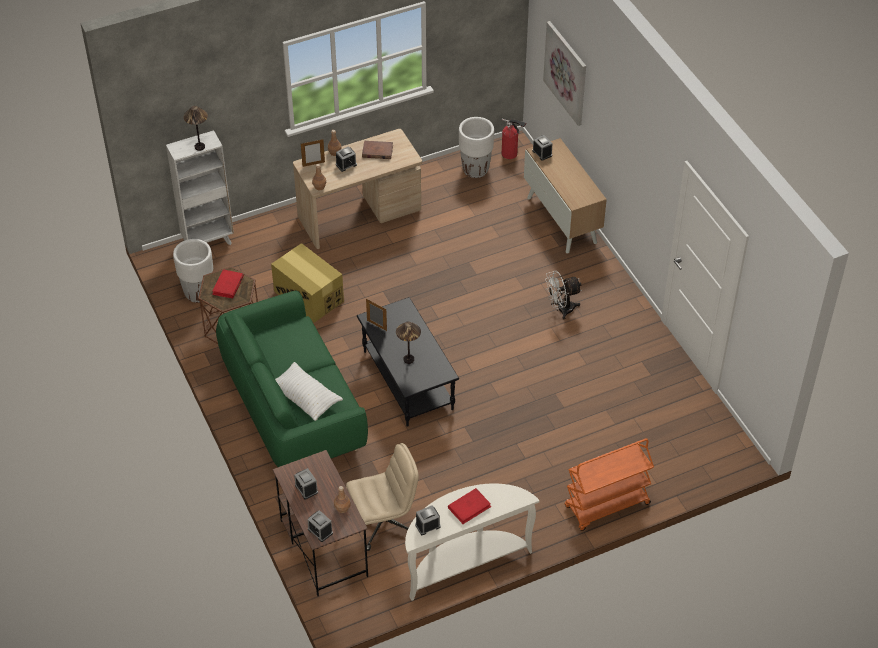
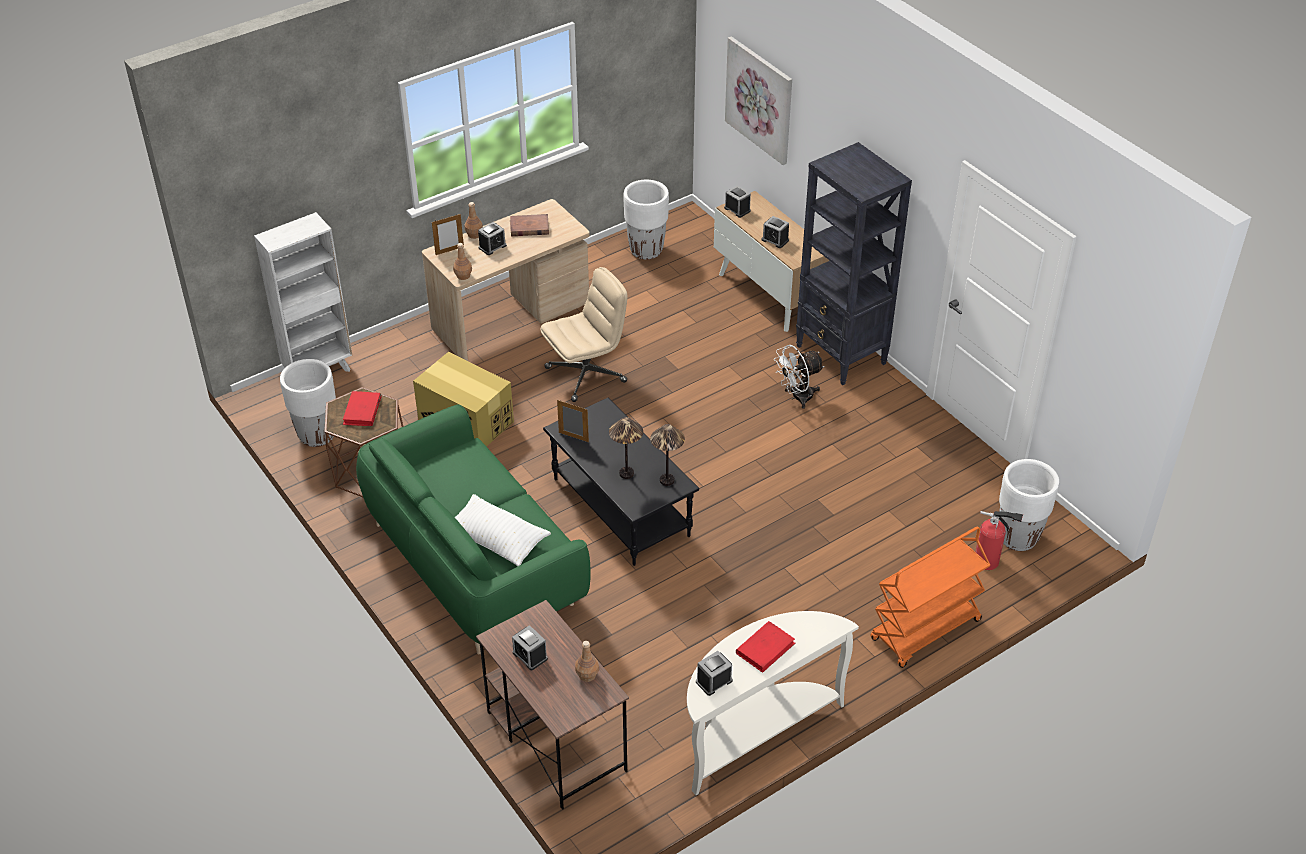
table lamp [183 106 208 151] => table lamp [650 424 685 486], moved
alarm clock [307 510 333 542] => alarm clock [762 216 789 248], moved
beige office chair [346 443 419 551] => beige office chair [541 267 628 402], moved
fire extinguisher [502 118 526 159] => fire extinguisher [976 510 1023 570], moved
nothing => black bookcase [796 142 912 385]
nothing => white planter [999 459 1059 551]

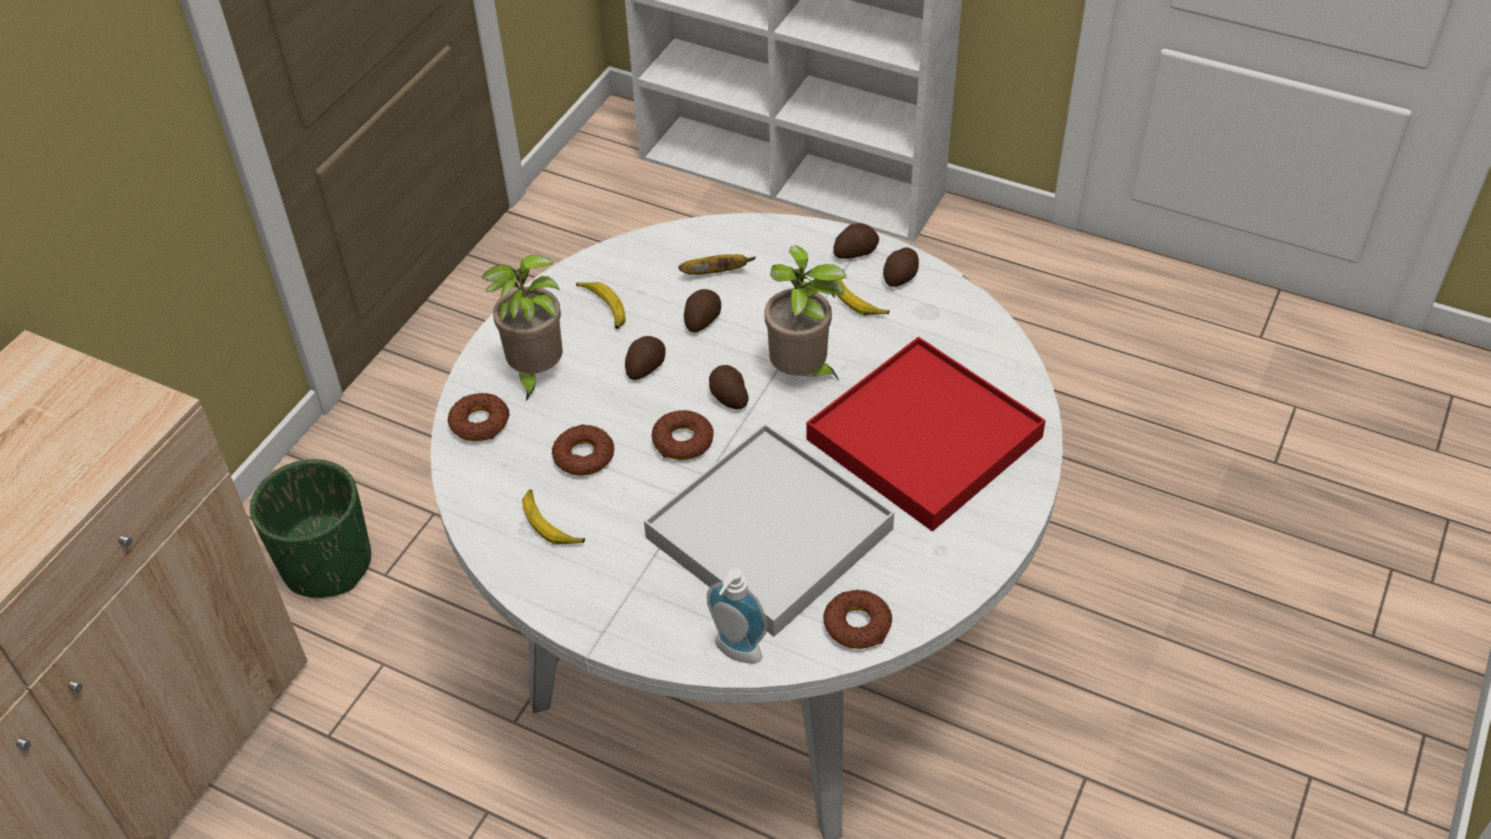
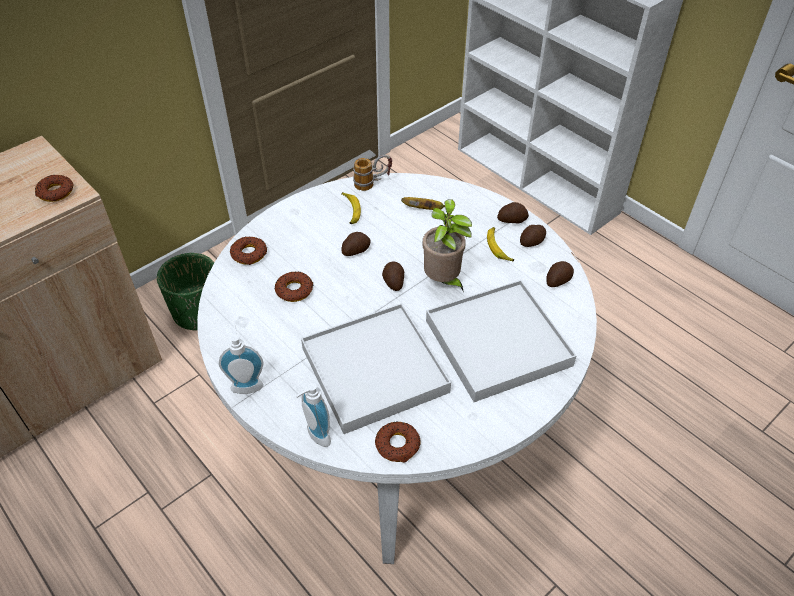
potted plant [481 255 563 401] => nothing
banana [522 490 585 545] => nothing
donut [651 410 714 460] => donut [35 175 74 202], moved
potato [684 289 721 333] => potato [546 261 574 287], moved
red tray [806 337 1046 532] => white tray [426 280 577 402]
nothing => soap dispenser [219 325 264 394]
nothing => mug [353 155 392 191]

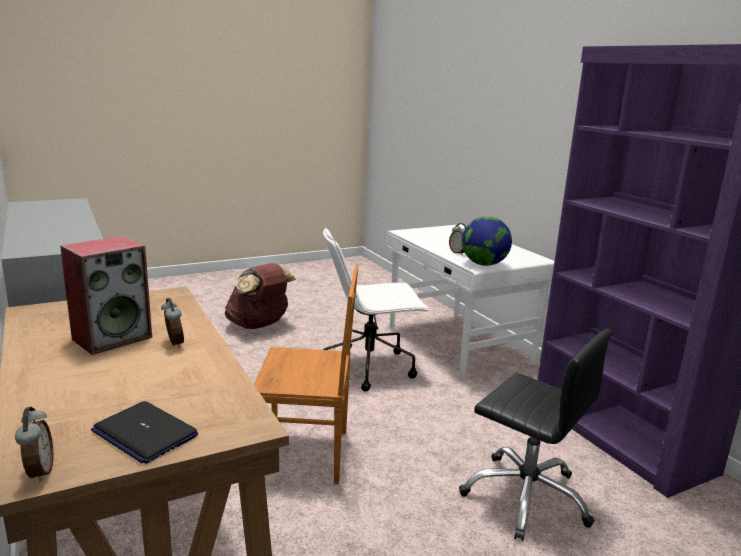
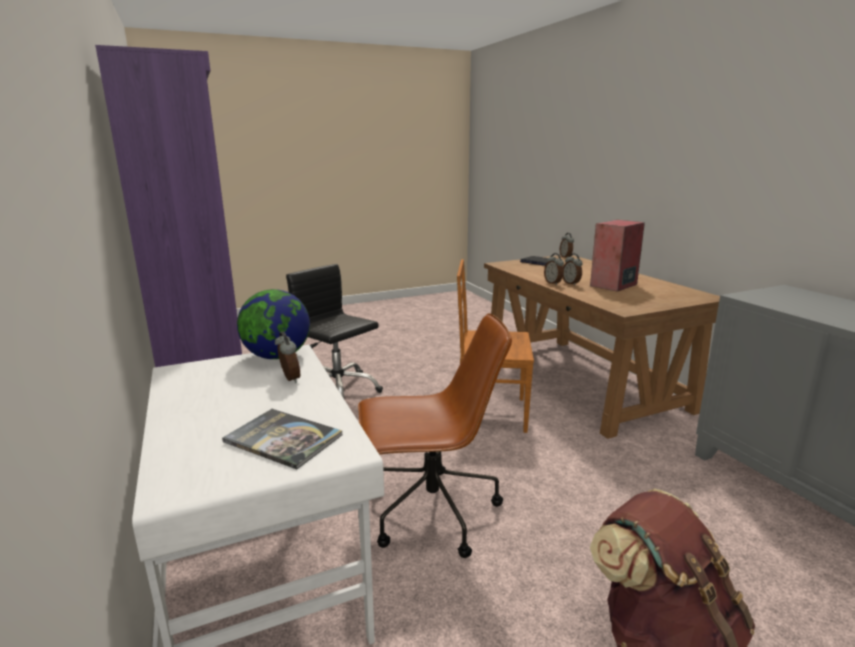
white office chair [323 228 430 391] => brown office chair [358 313 512 558]
nothing => book [222 409 342 469]
nothing => alarm clock [544 253 564 285]

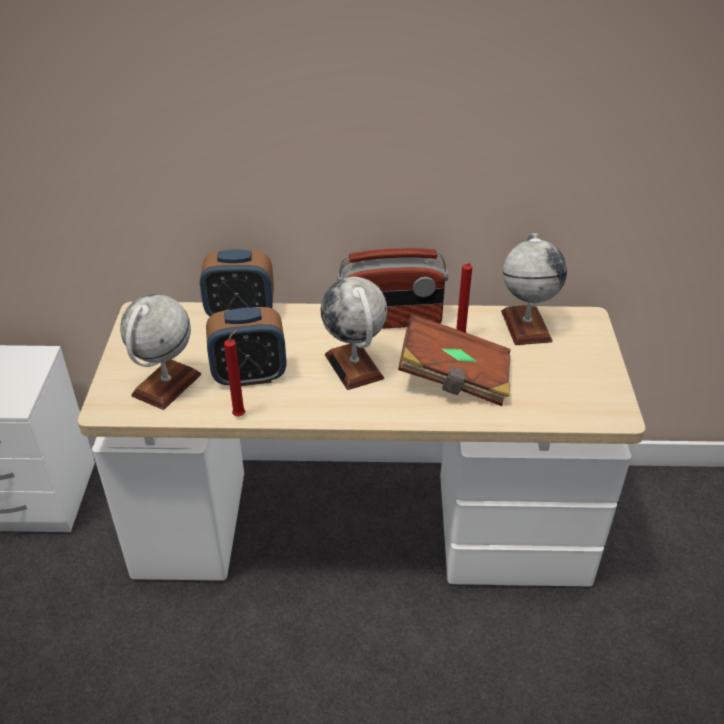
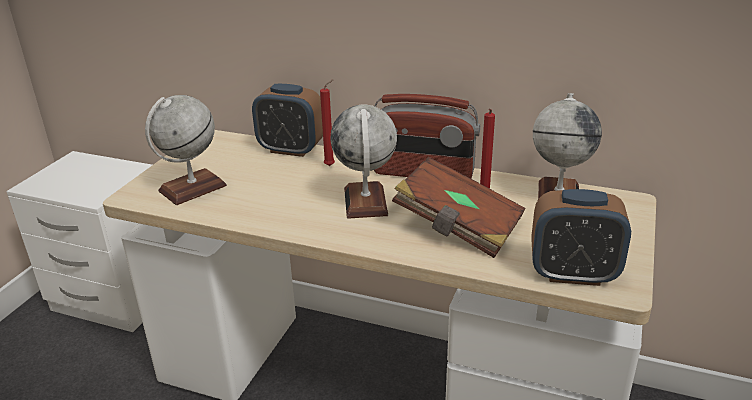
alarm clock [206 307 287 386] => alarm clock [532 189 631 286], moved
red candle [224 329 245 416] => red candle [320 79 335 166], moved

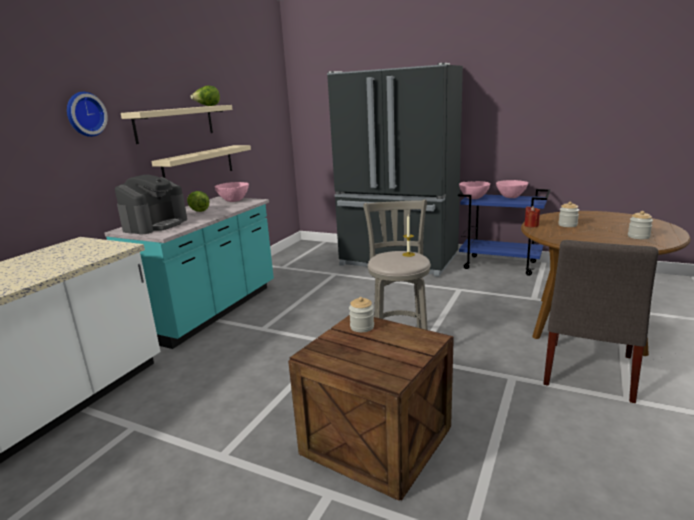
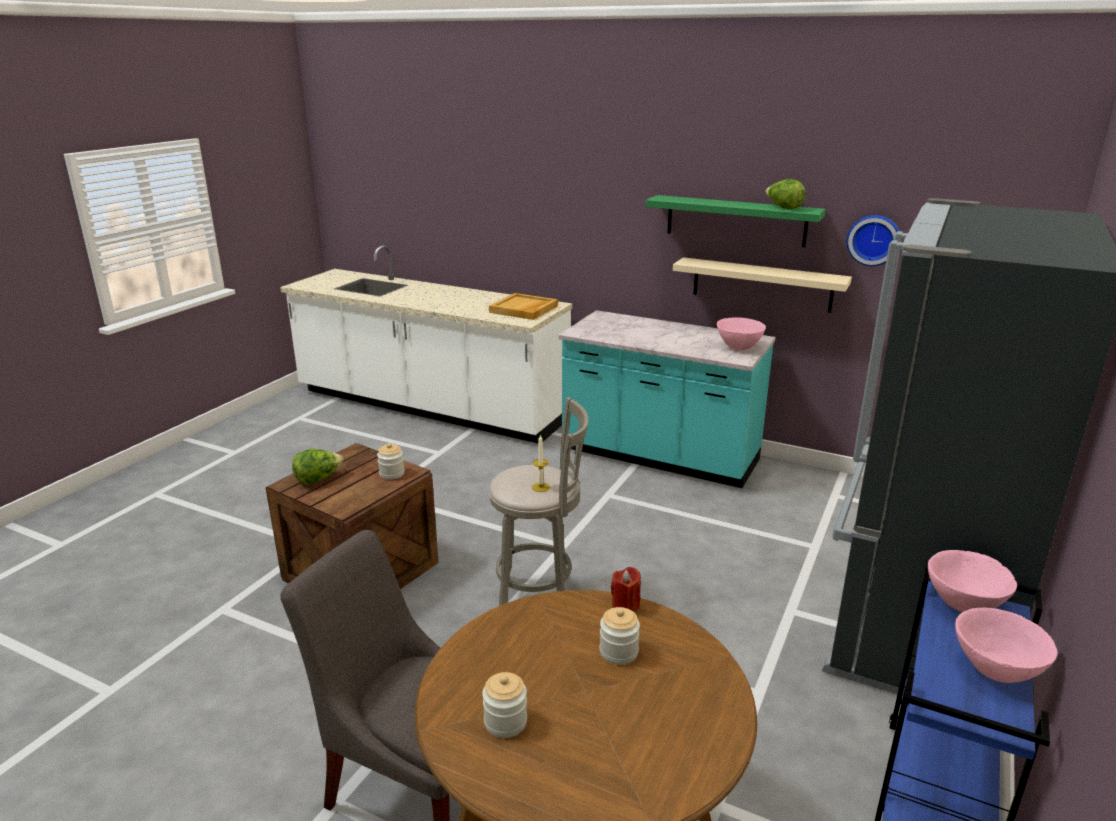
wall clock [67 92 108 137] => wall clock [847 215 899 266], moved
coffee machine [115 175 187 234] => nothing
beige shelf [121 105 233 144] => green shelf [645 195 826 247]
lettuce [187 191 209 212] => lettuce [292 449 343 484], moved
nothing => beige tray [489 293 558 320]

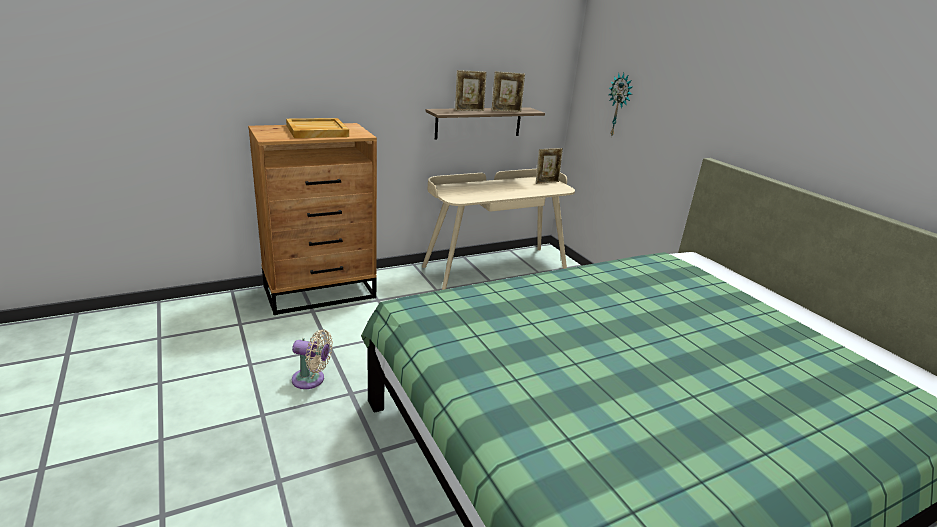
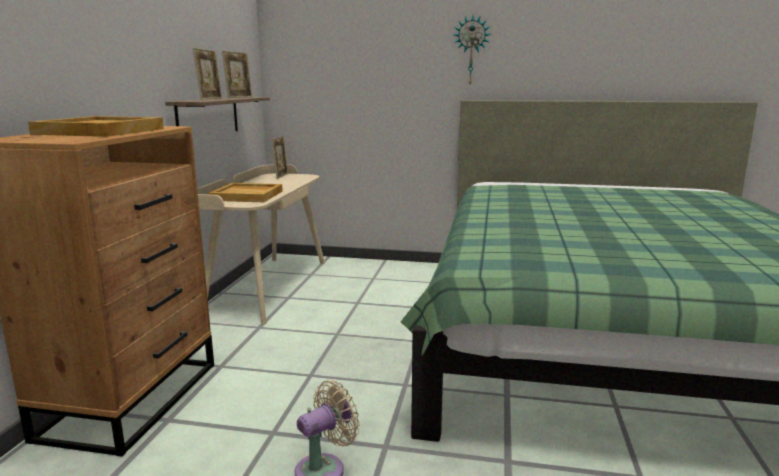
wall clock [609 73 632 137] => wall clock [454 15 491 84], moved
nothing => beige tray [208 183 283 202]

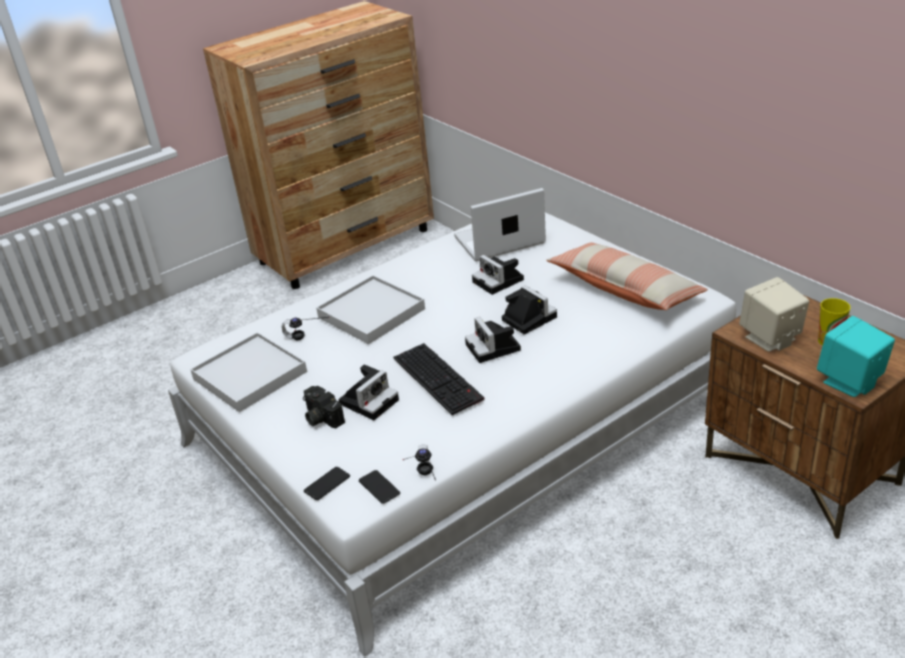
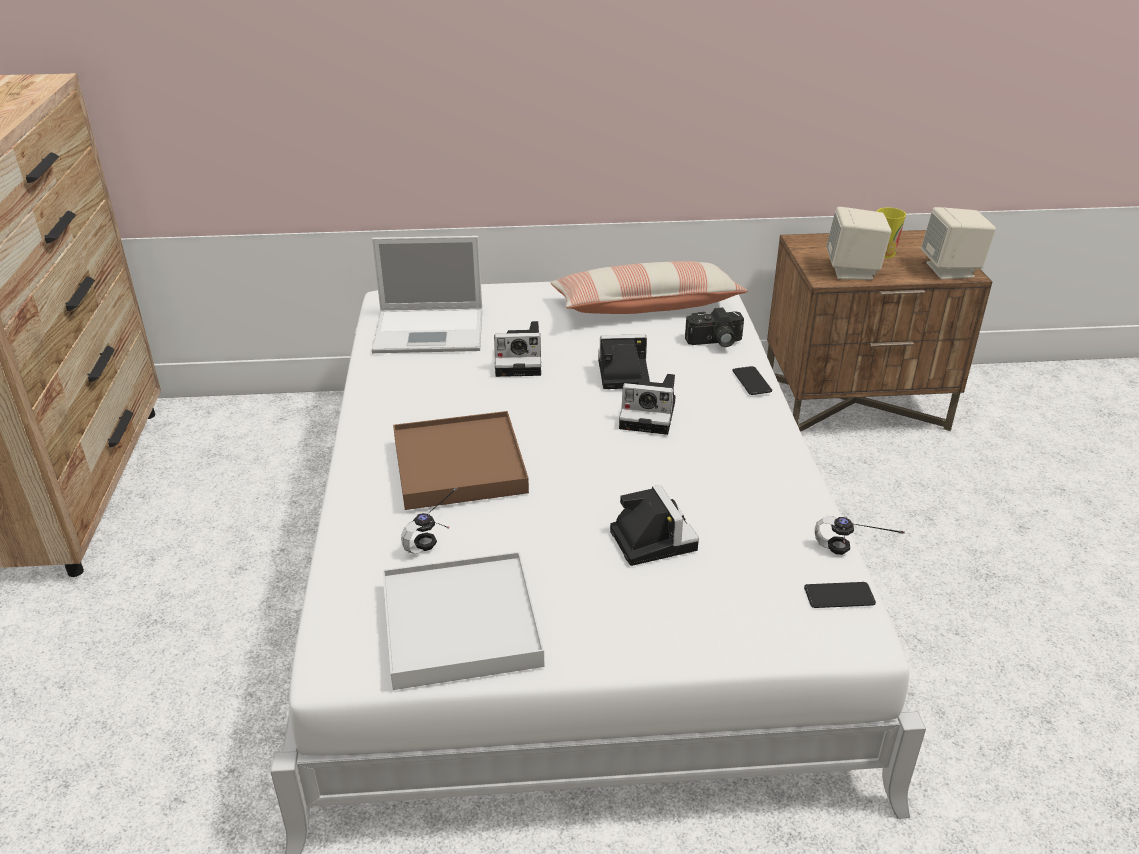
photo camera [303 386 345 428] => photo camera [685 307 744 347], moved
phone [304 467 350 500] => phone [732 366 772 395], moved
white tray [316 275 425 344] => brown tray [393 411 529 510]
keyboard [393 343 484 415] => nothing
laptop [454 188 546 262] => laptop [372 236 482 353], 105 degrees counterclockwise
turquoise speaker [817 316 895 397] => beige speaker [921 207 996 280]

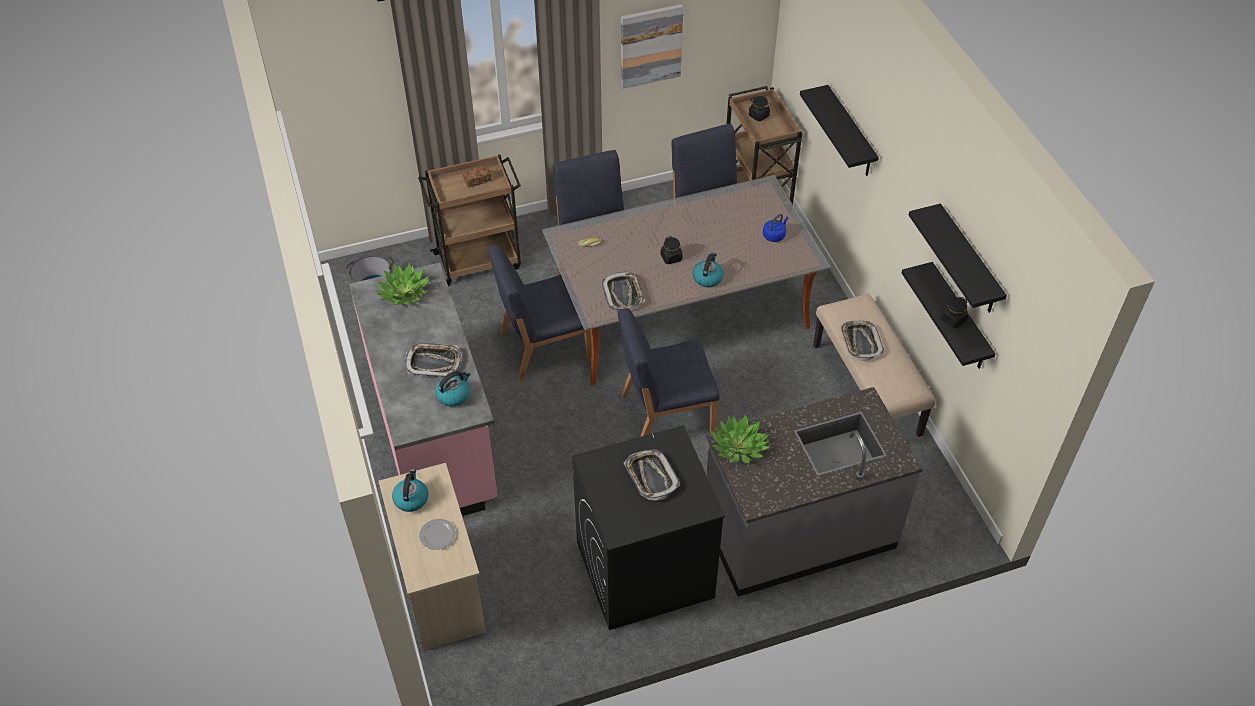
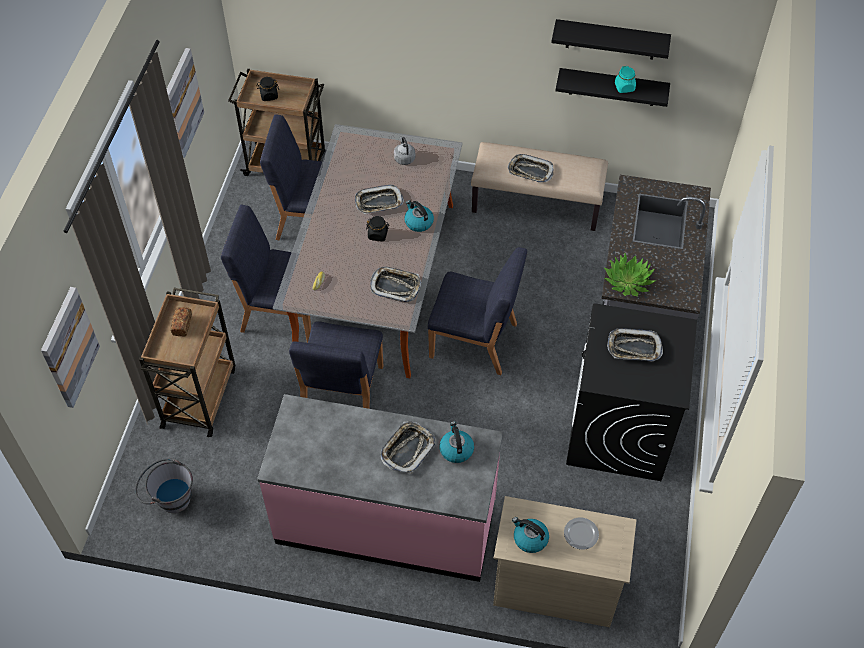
potted plant [376 263 429 305] => nothing
blue chair [618 308 720 437] => blue chair [428 247 527 375], 90 degrees counterclockwise
blue kettle [763 214 789 242] => grey kettle [394 137 415 165]
black shelf [800 85 879 176] => nothing
black jar [941 297 968 328] => turquoise jar [615 66 636 93]
nothing => picture [41 287 100 408]
nothing => tray [355 185 404 214]

